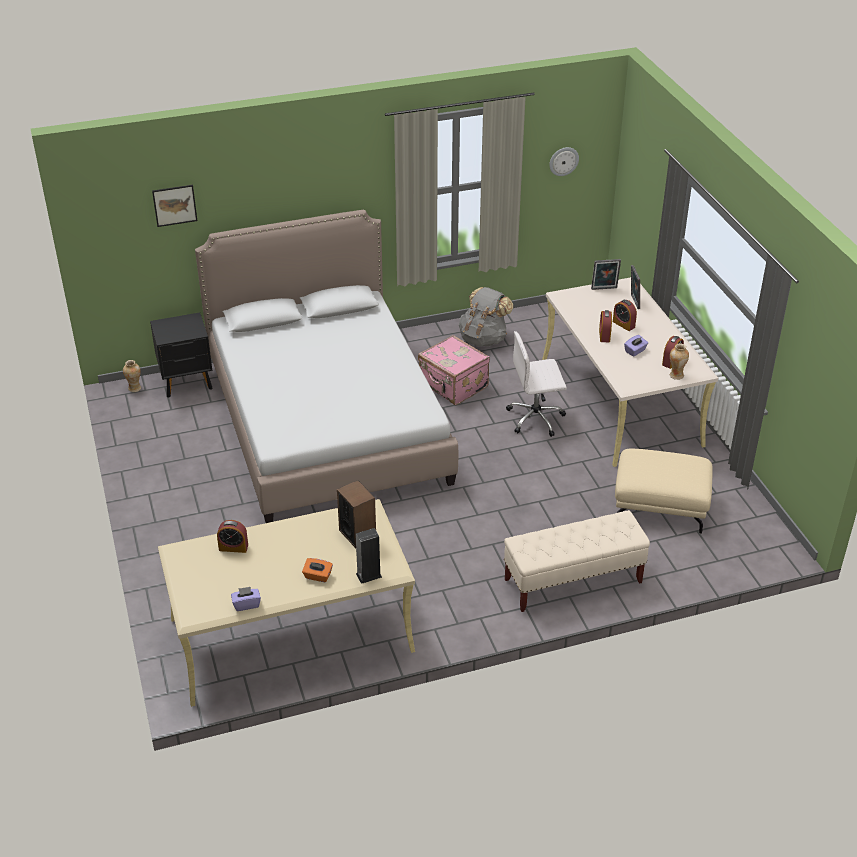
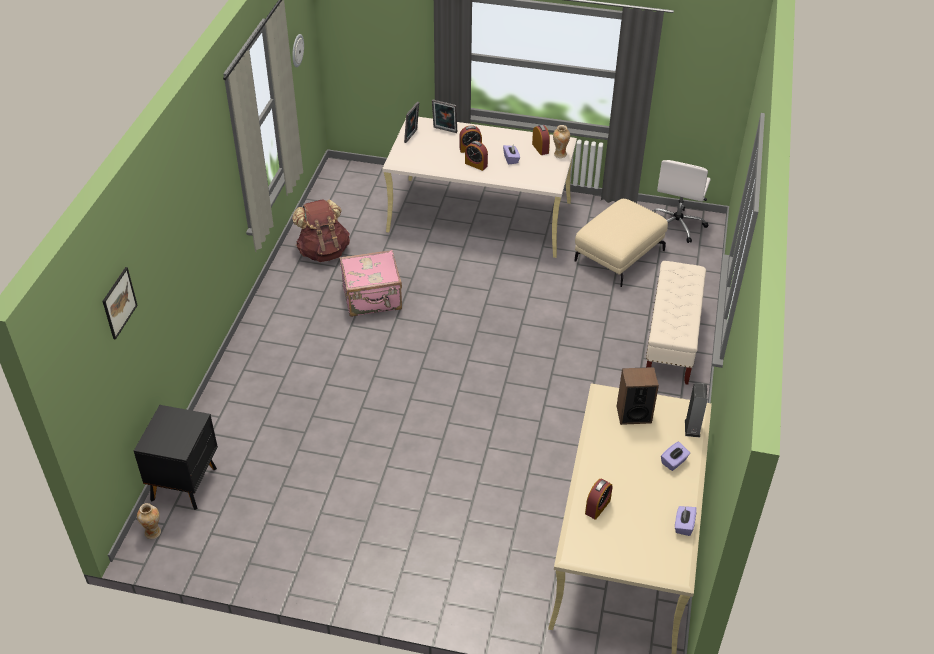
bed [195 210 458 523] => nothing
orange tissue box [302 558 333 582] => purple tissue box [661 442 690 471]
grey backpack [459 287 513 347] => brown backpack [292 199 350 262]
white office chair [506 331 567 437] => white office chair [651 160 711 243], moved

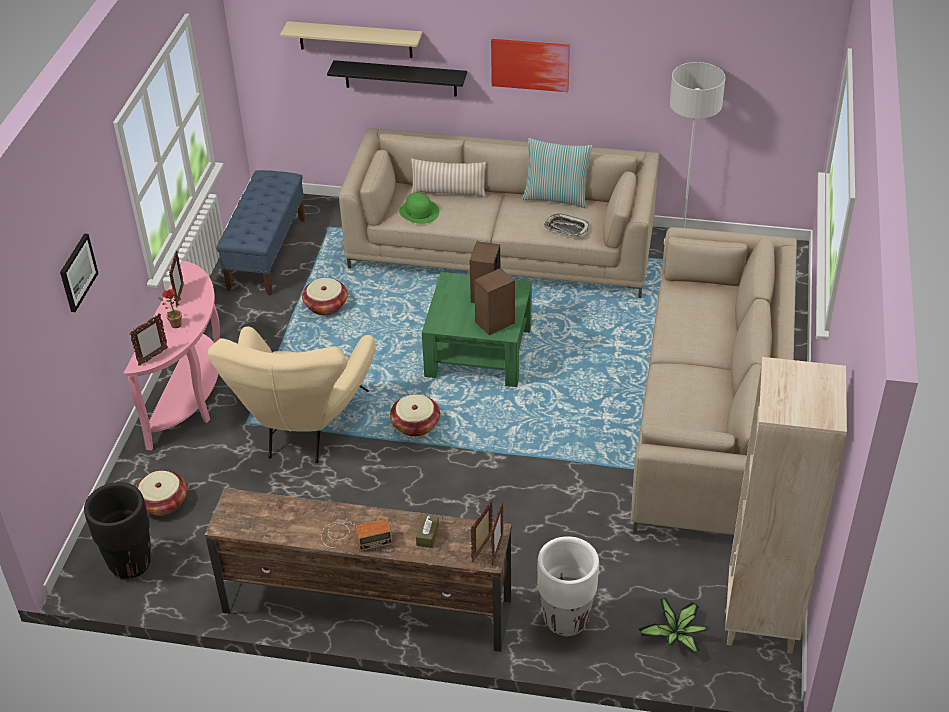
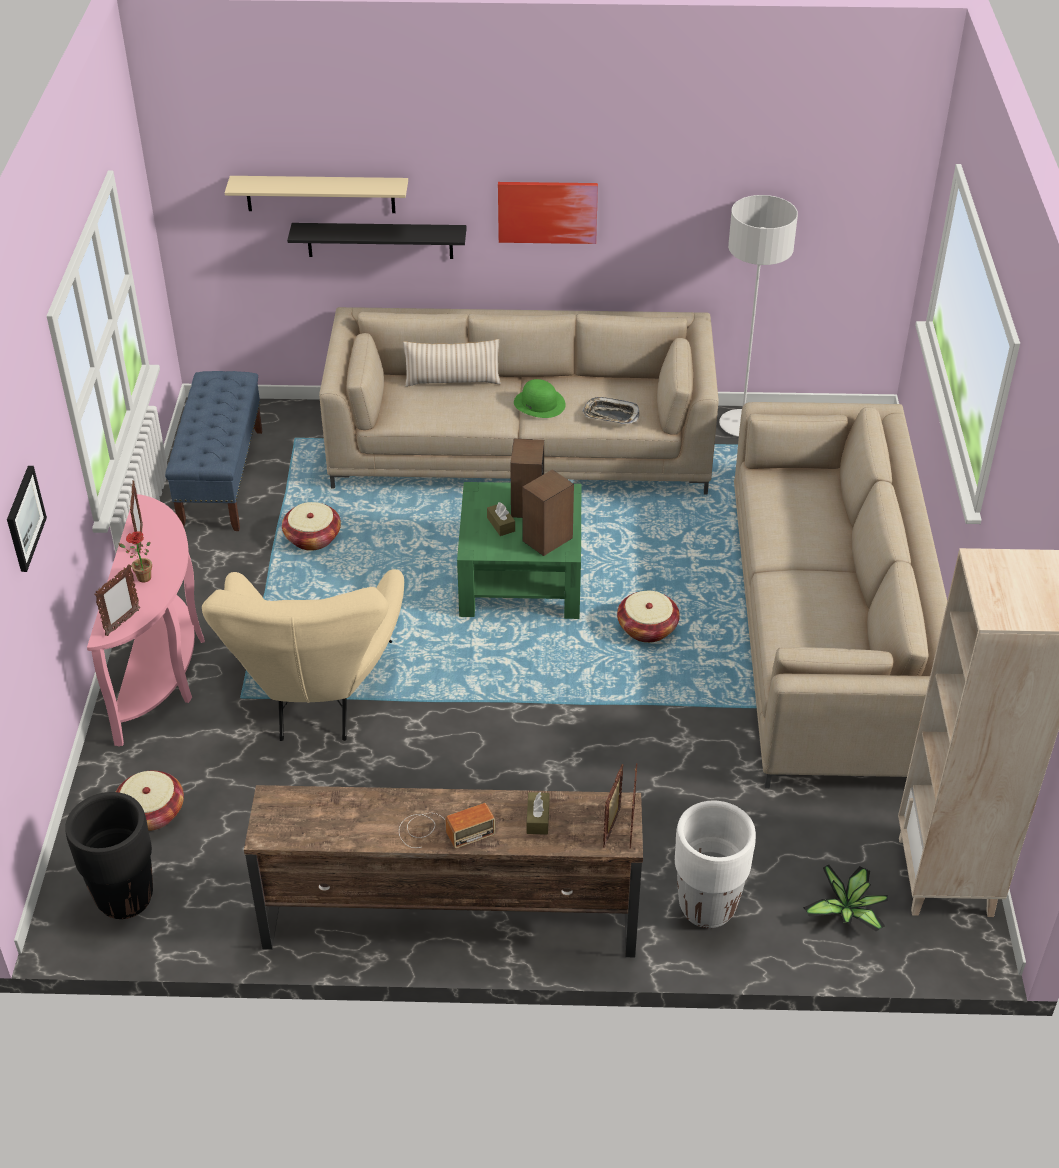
basket [390 395 440 437] => basket [617 591 680 643], moved
green hat [399 193 439 224] => green hat [514 379 566 418], moved
pillow [522 138 593 208] => nothing
nothing => brown tissue box [487 502 515 536]

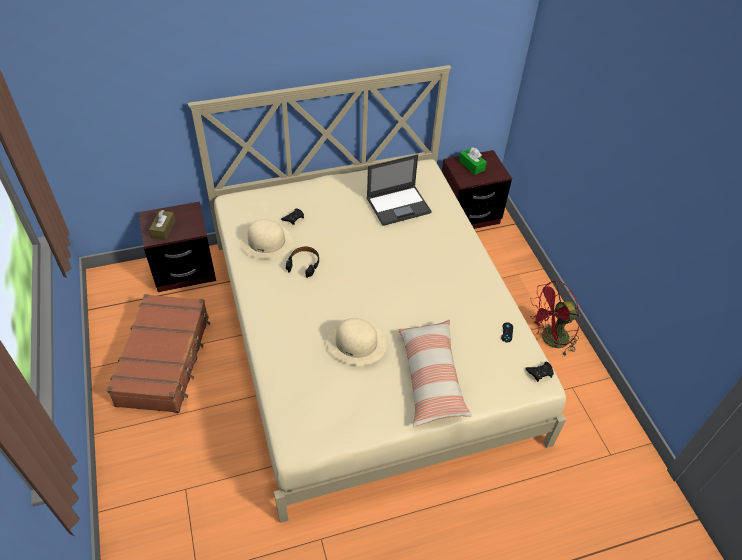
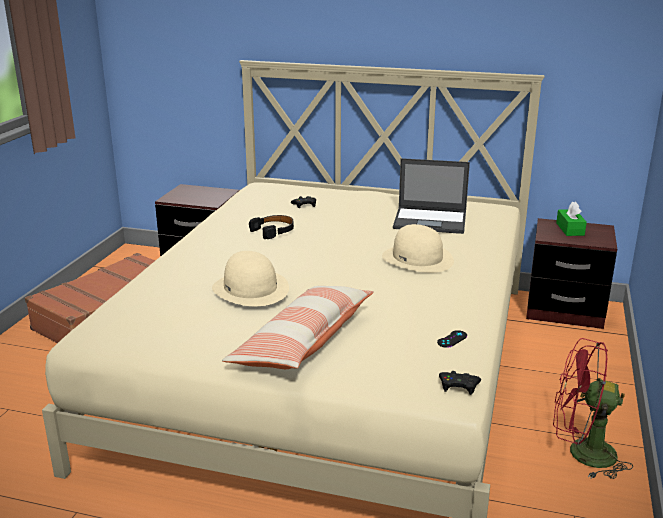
brown tissue box [149 210 175 240] => nothing
beige hat [240 219 293 259] => beige hat [382 224 454 273], moved

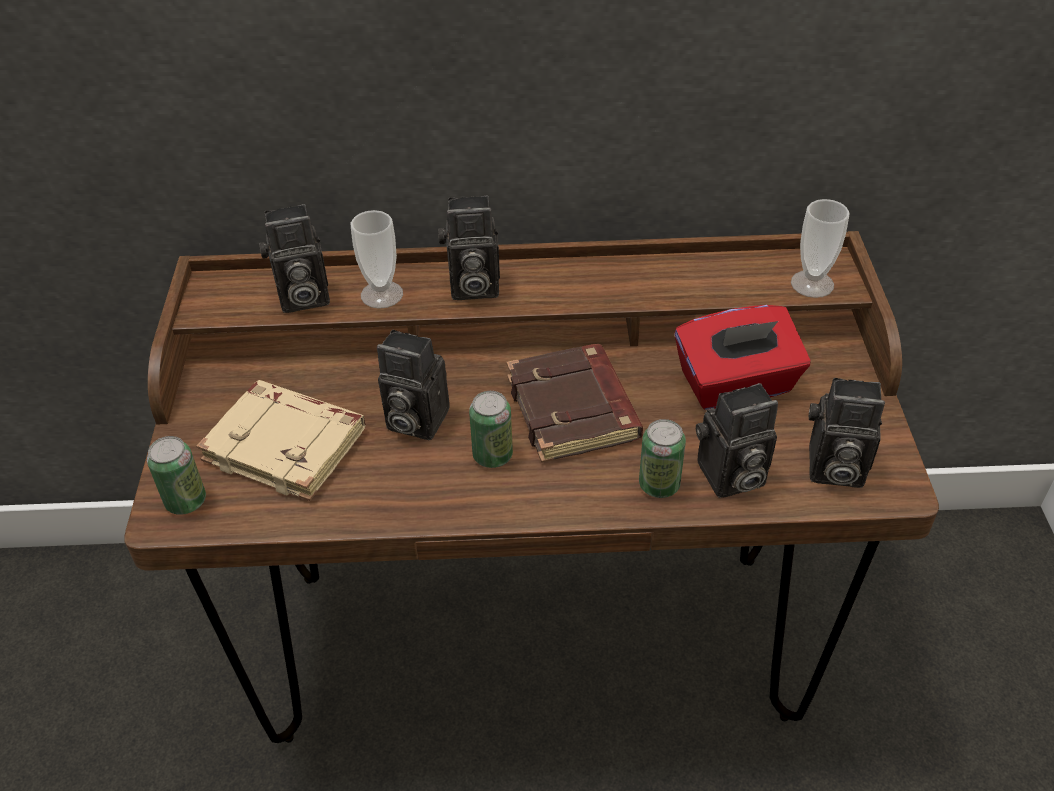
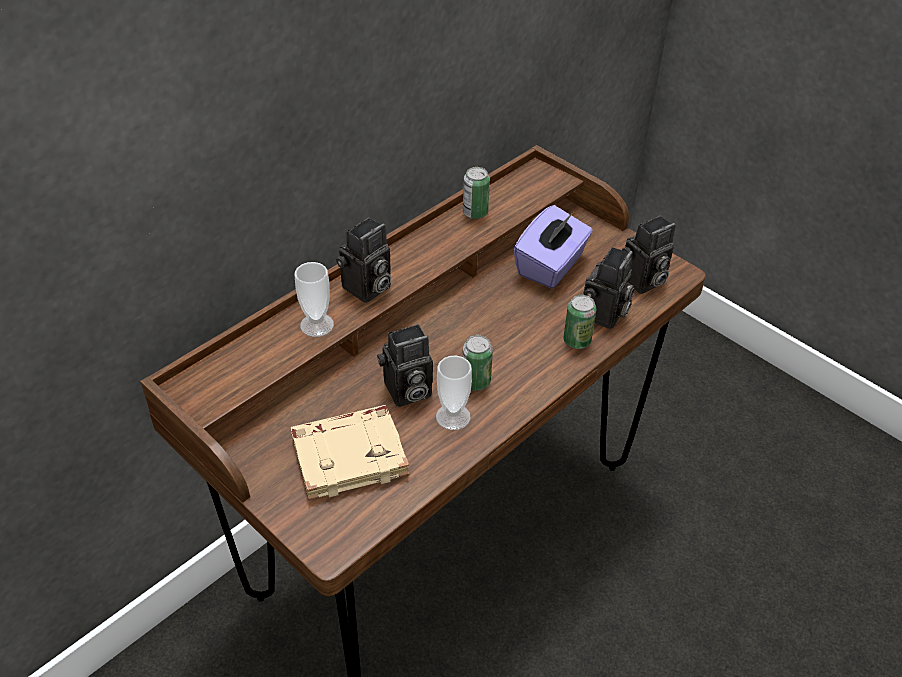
can [147 436 206 515] => can [463 167 490 219], moved
photo camera [259 204 330 313] => nothing
brown book [507 344 643 463] => nothing
red tissue box [675 305 811 410] => purple tissue box [514 205 593 289]
cup [791 199 850 298] => cup [436 356 472 430], moved

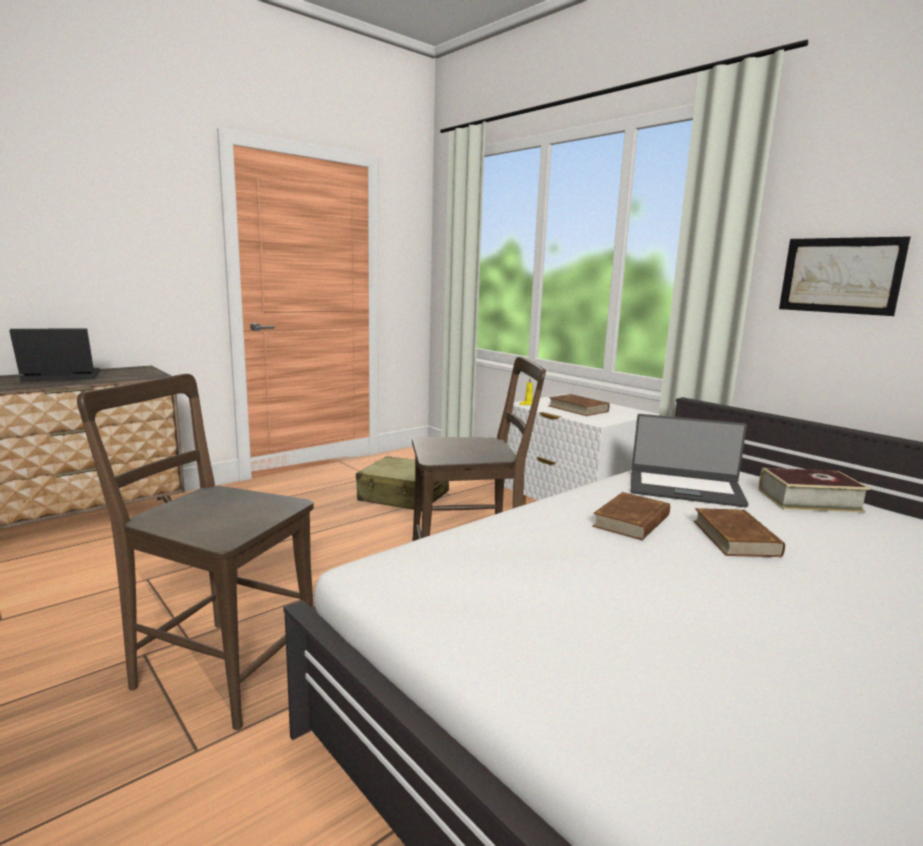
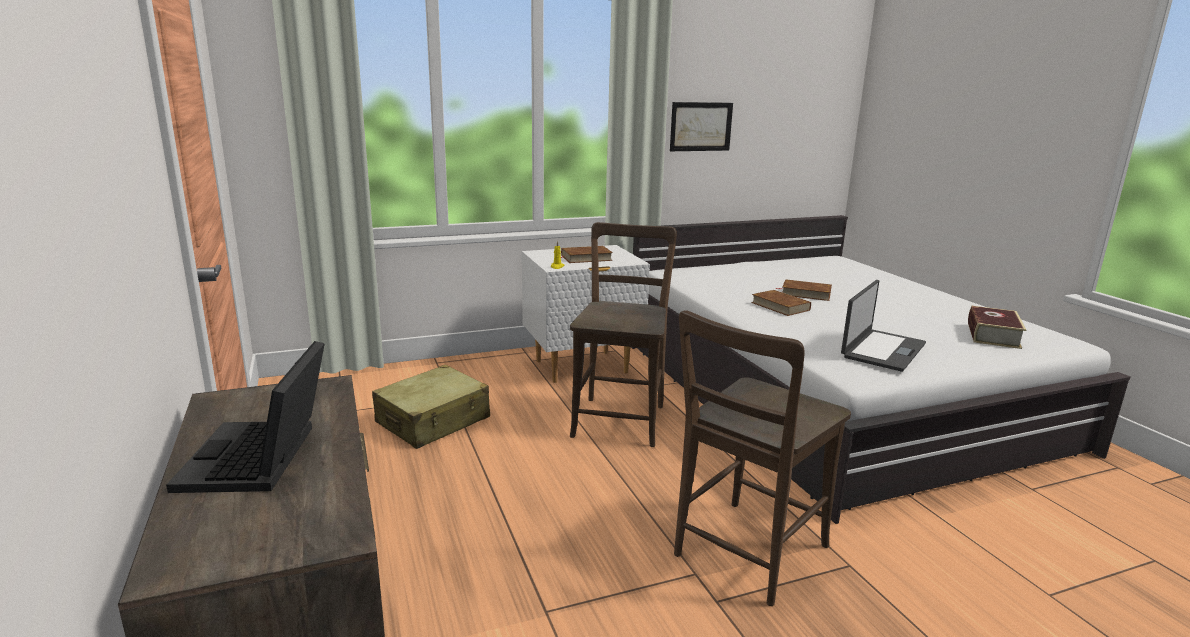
laptop [631 414 749 507] => laptop [841 280 926 372], moved
book [758 468 870 513] => book [968 306 1026 349], moved

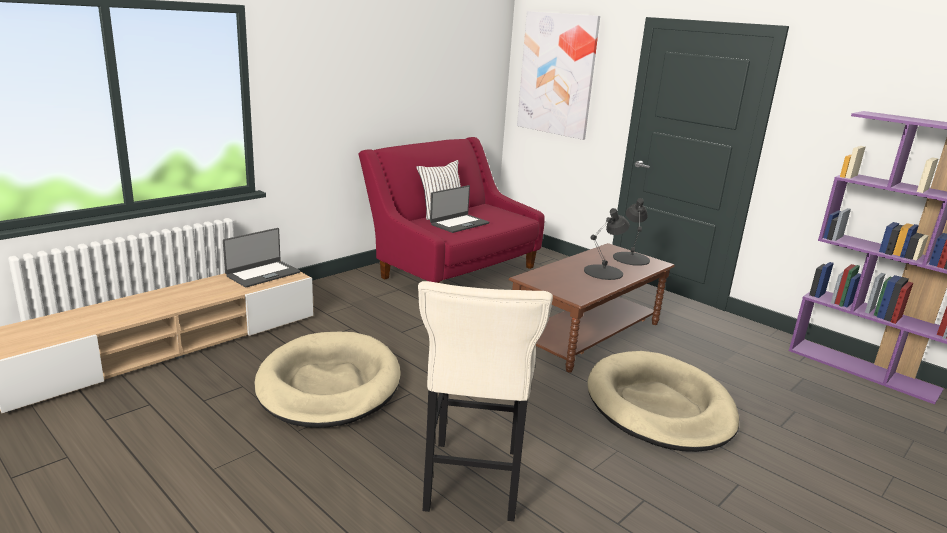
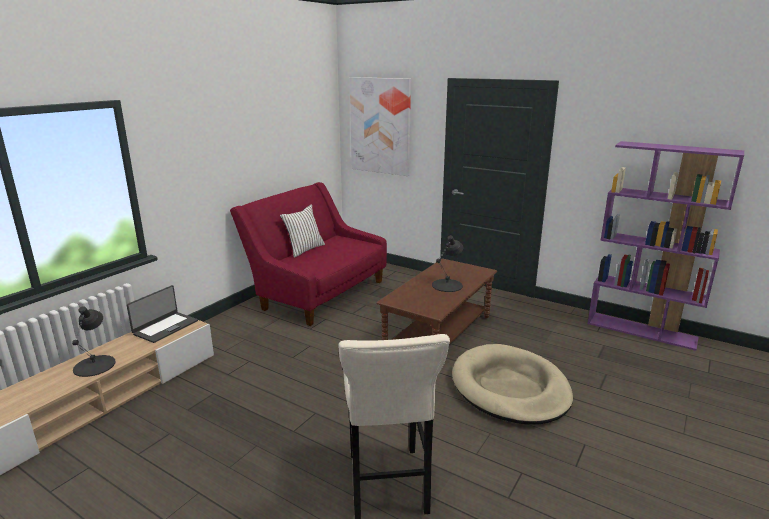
beige dog bed [255 332 401 428] => nothing
laptop [430 185 489 233] => nothing
black table lamp [613 198 650 266] => black table lamp [72 306 116 377], moved

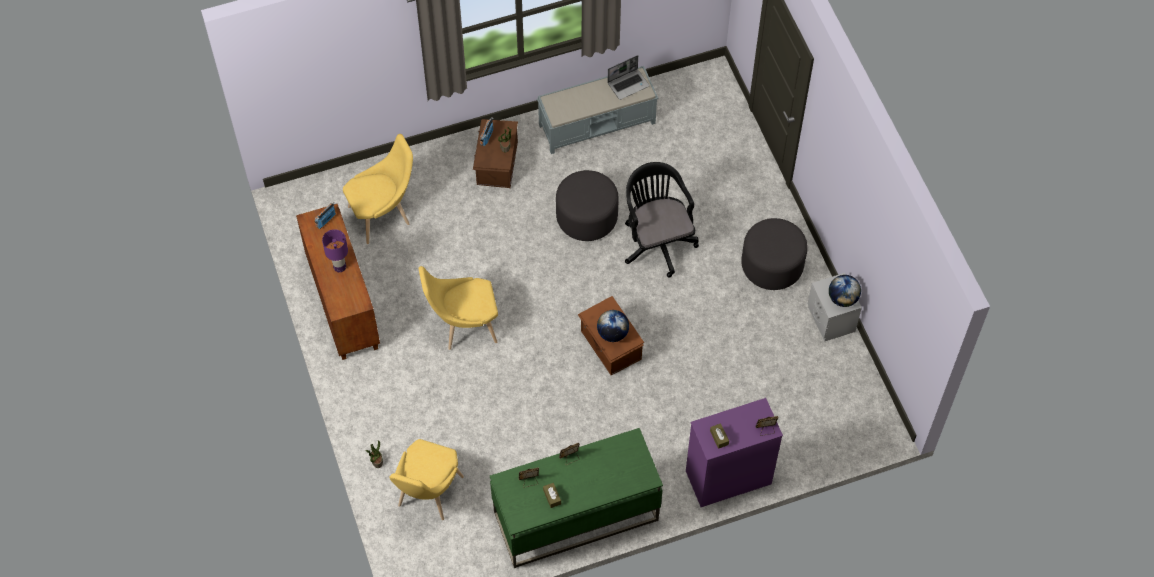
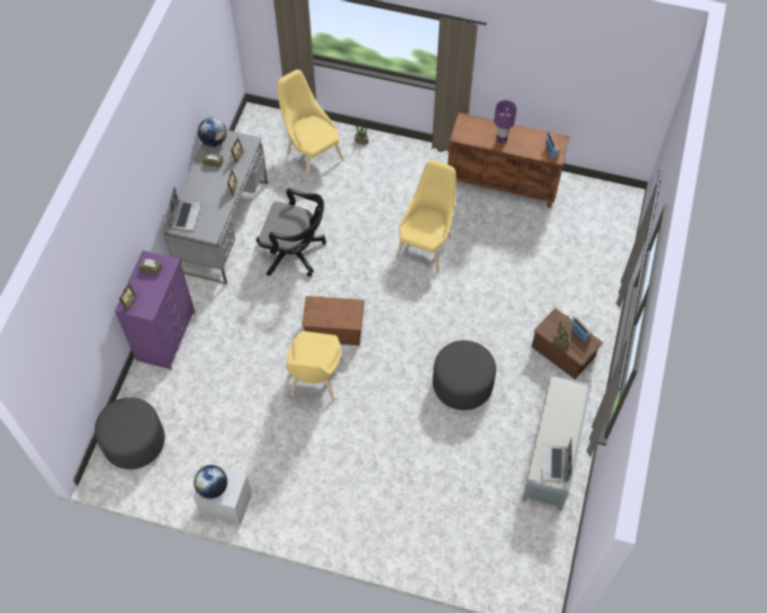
yellow chair [343 134 413 244] => yellow chair [286 331 344 401], moved
green desk [490 428 663 568] => grey desk [162 130 268 284]
globe [597 310 629 342] => globe [198 118 227 147], moved
black office chair [625 162 699 277] => black office chair [256 188 326 277], moved
grey ottoman [741 218 808 290] => grey ottoman [95 397 165 469], moved
nothing => laptop [166 187 201 231]

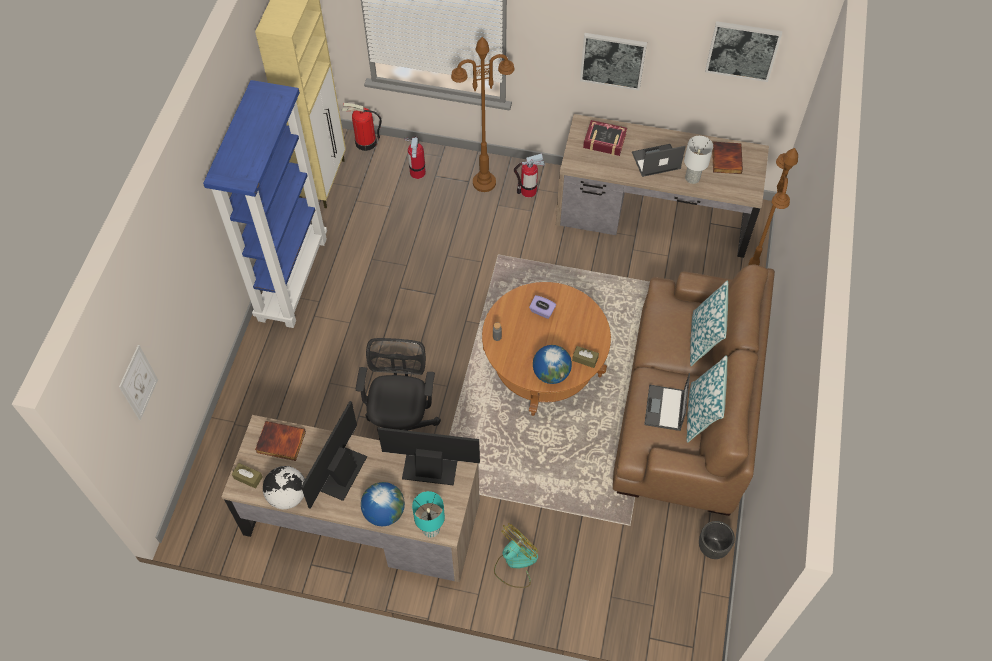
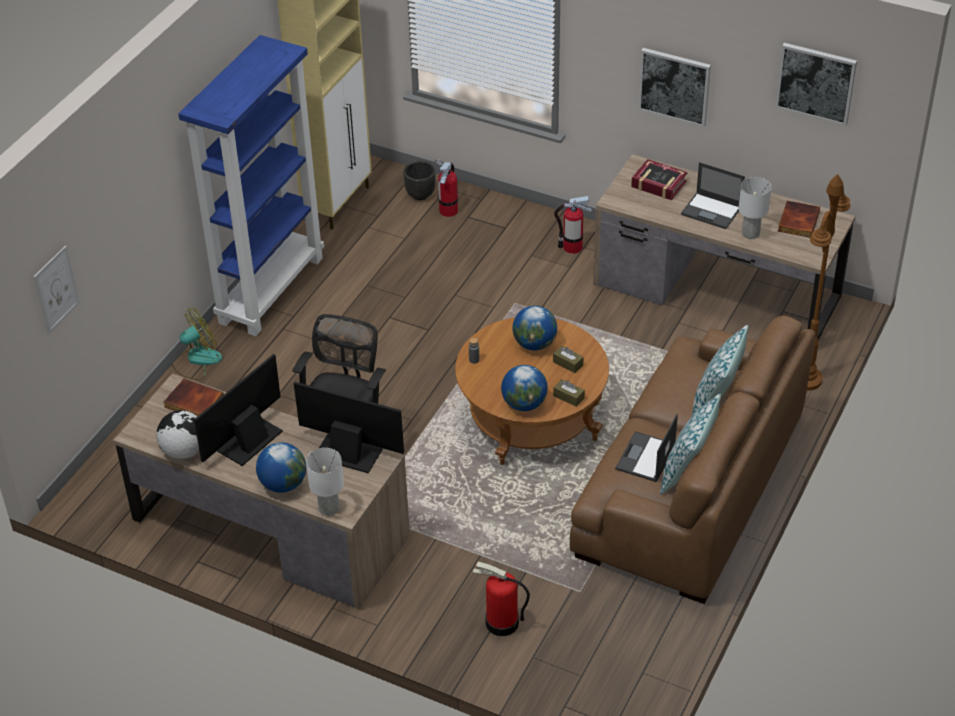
brown tissue box [232 463 263 489] => brown tissue box [553 346 584 373], moved
fire extinguisher [342 103 381 151] => fire extinguisher [472 562 530 636], moved
turquoise table lamp [412 491 445 537] => white table lamp [306 448 344 516]
brown floor lamp [451 37 515 192] => nothing
fan [494 523 538 588] => fan [172 308 222 380], moved
purple tissue box [529 295 556 319] => globe [513 306 557 350]
laptop [632 144 686 177] => laptop [681 162 745 229], 150 degrees counterclockwise
black planter [699 521 735 559] => black planter [403 161 436 200], moved

